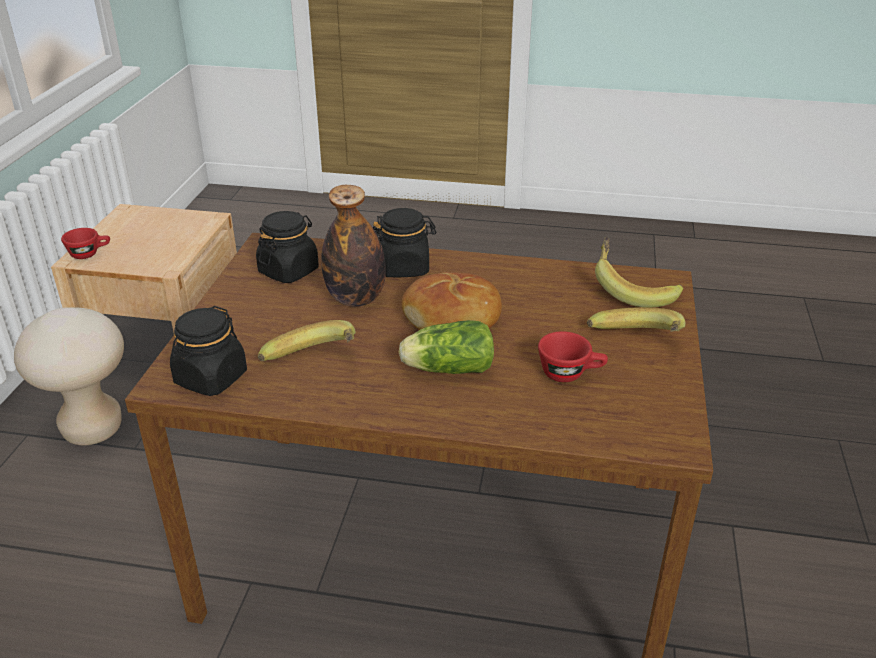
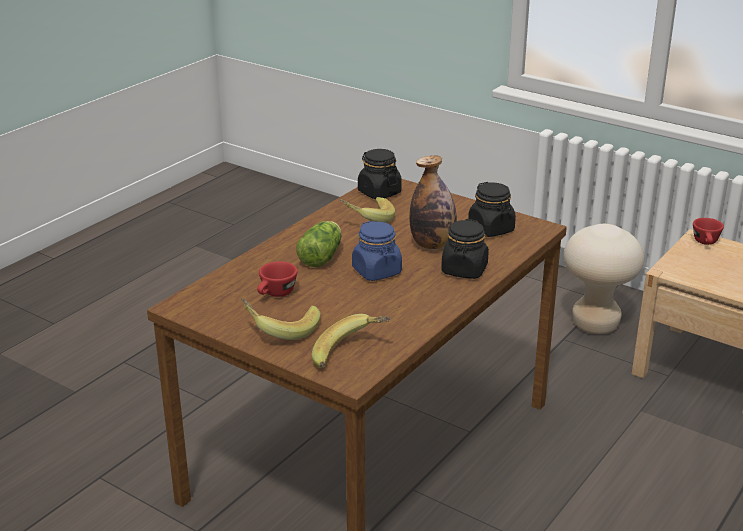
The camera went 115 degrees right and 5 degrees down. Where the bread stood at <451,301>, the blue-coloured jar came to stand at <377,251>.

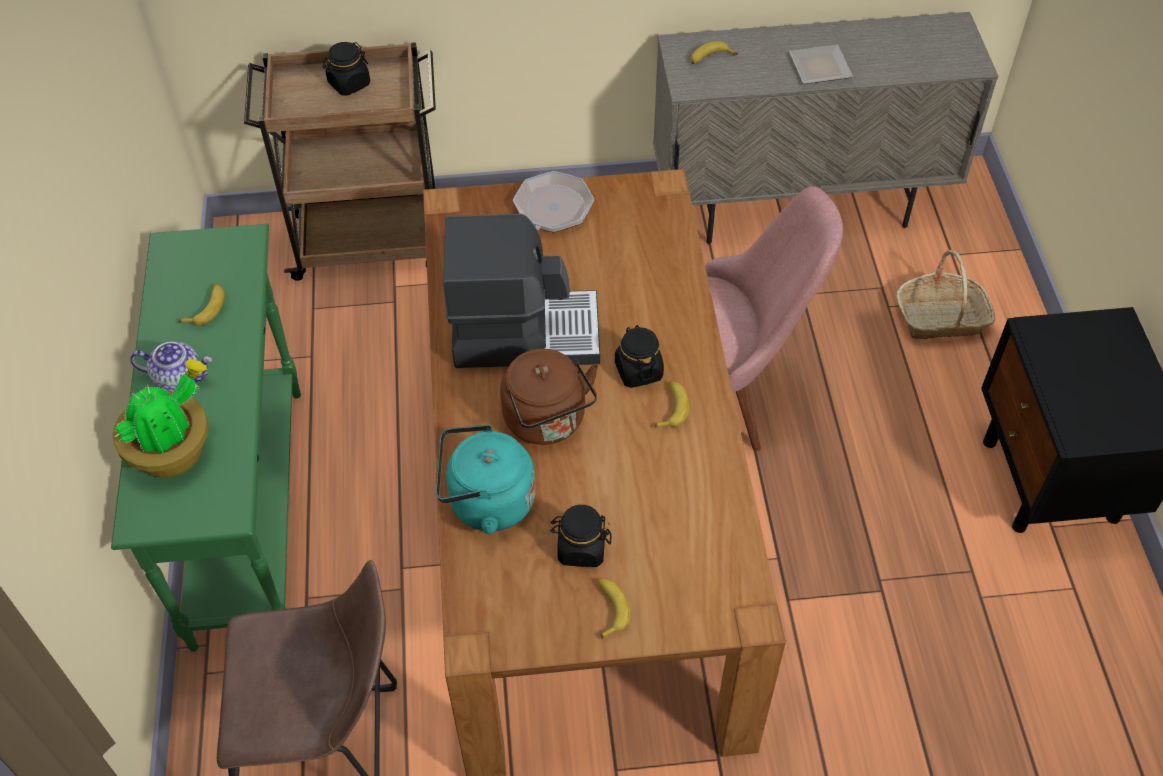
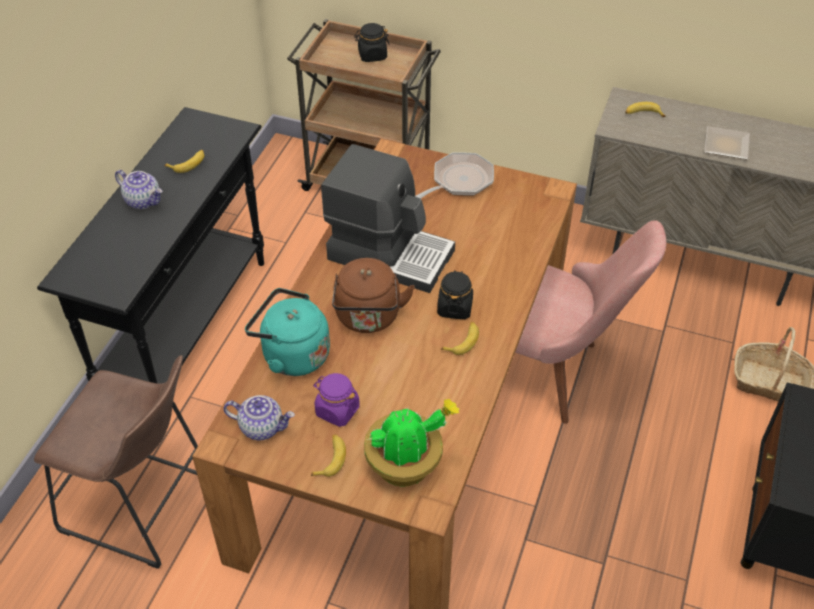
The camera went 25 degrees right and 5 degrees down. The second view gained the pot for tea at <259,417>. The potted plant ended up elsewhere, having gone from <161,418> to <411,443>. What was the green hall table at <206,438> turned into the black-coloured hall table at <150,245>. What was the black-coloured jar at <581,536> turned into the purple-coloured jar at <336,400>.

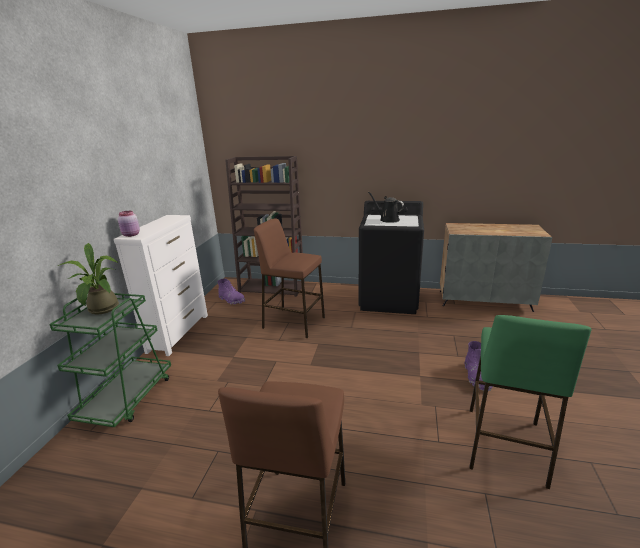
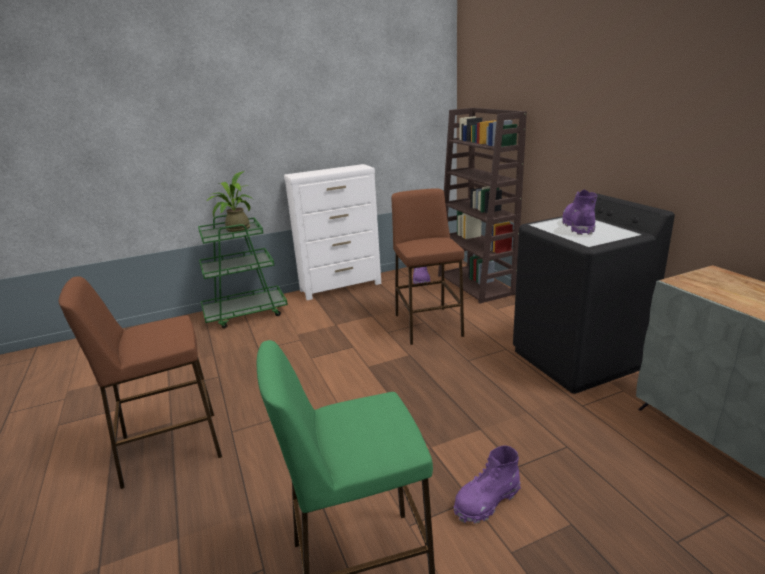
The camera went 55 degrees right and 0 degrees up. The second view lost the pink-coloured jar at <129,224>. Where the black-coloured sprinkling can stood at <386,207>, the purple-coloured high-top boot came to stand at <579,212>.

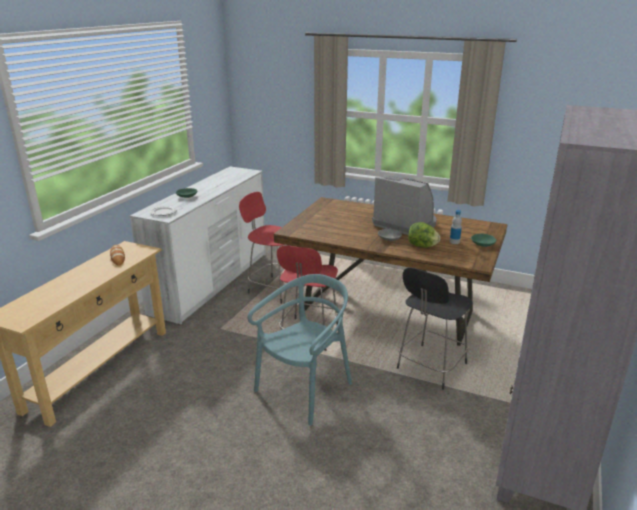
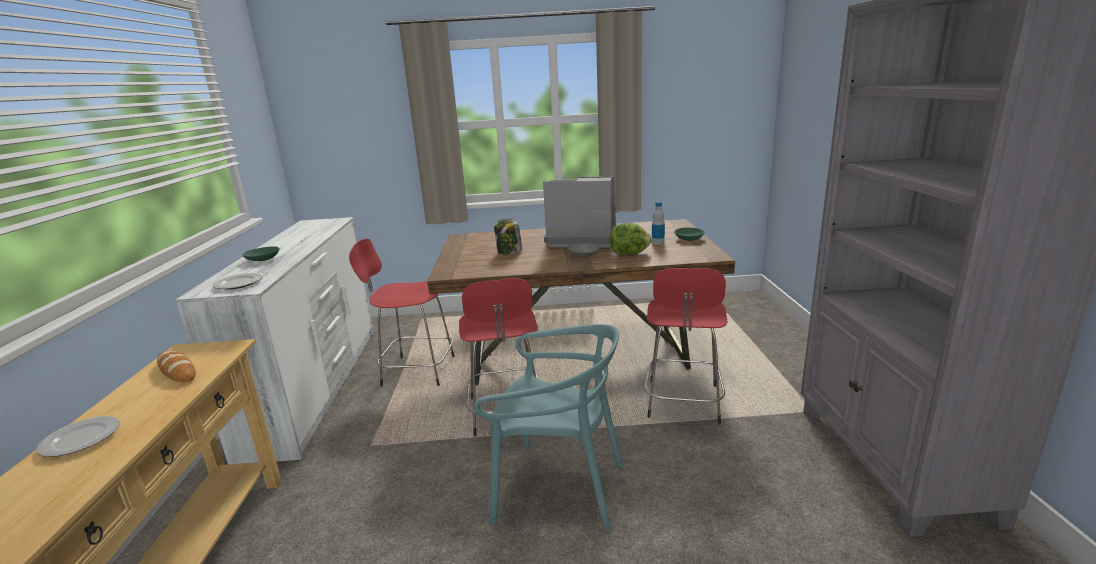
The camera went 25 degrees left and 5 degrees down. The second view gained the flat dish at <78,436>. The second view gained the jar at <508,236>. What was the black-coloured sitting stool at <434,328> turned into the red-coloured sitting stool at <685,346>. The turquoise plain chair at <300,349> ended up facing another way, 90 degrees clockwise from before.

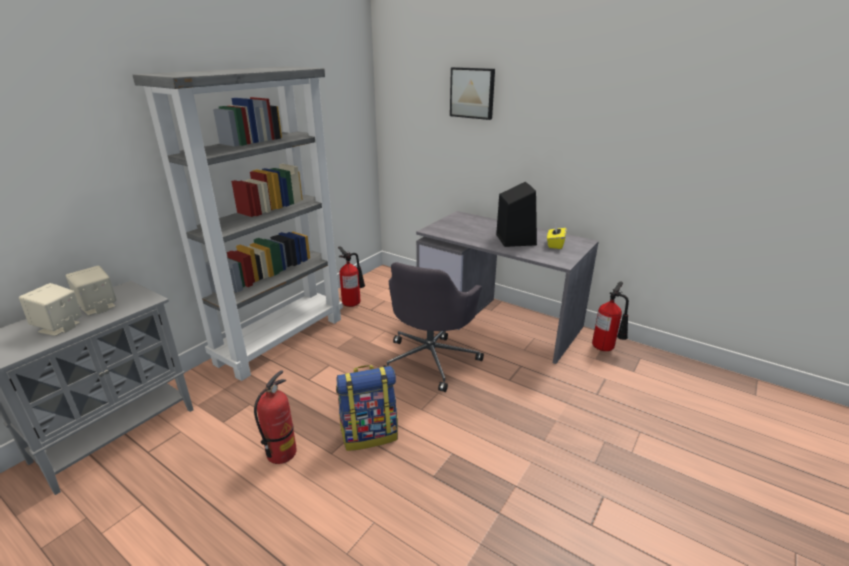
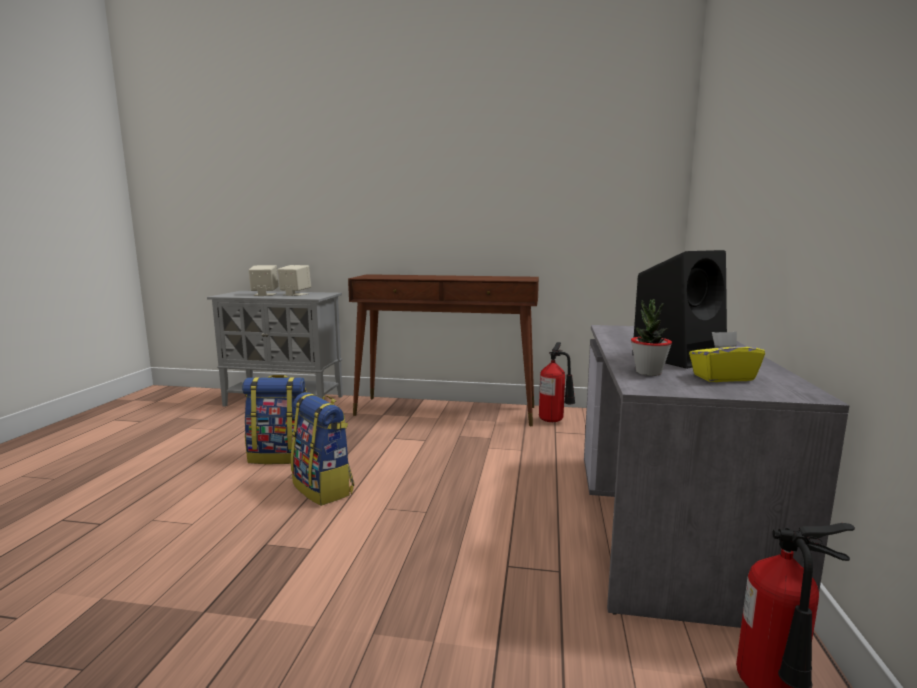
The camera went 65 degrees right and 15 degrees down. The second view lost the gray office chair at <433,327>. The second view lost the wall picture at <472,93>. The second view gained the potted plant at <651,337>. Where the gray bookcase stood at <238,224>, the brown-coloured hall table came to stand at <443,350>. Where the fire-fighting cylinder stood at <275,417>, the knapsack came to stand at <274,419>.

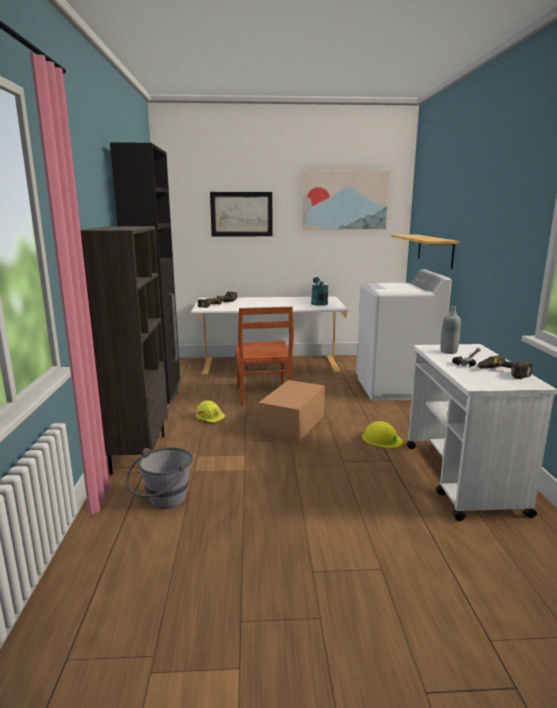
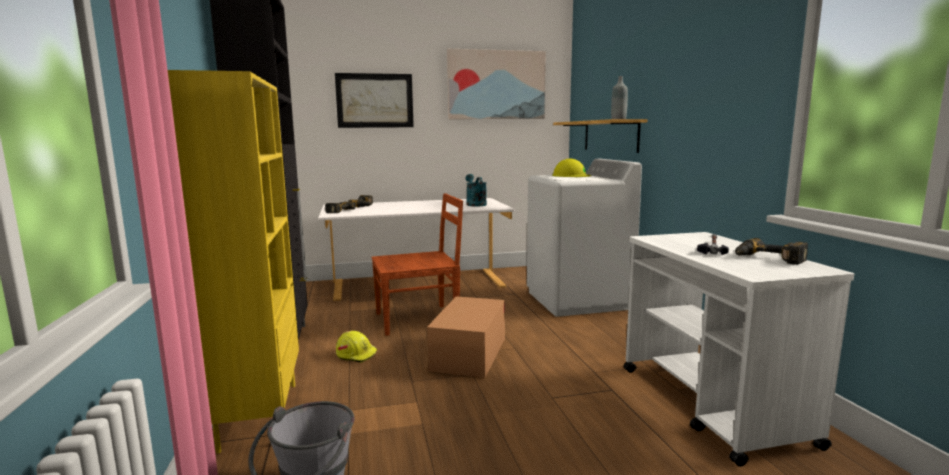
The camera went 10 degrees left and 5 degrees down. The yellowish work helmet ended up elsewhere, having gone from <382,434> to <571,168>. The gray bottle ended up elsewhere, having gone from <450,330> to <619,97>. What was the brown-coloured bookcase at <124,350> turned into the yellowish bookcase at <233,262>. The brown-coloured plain chair at <264,356> ended up facing another way, 90 degrees counterclockwise from before.

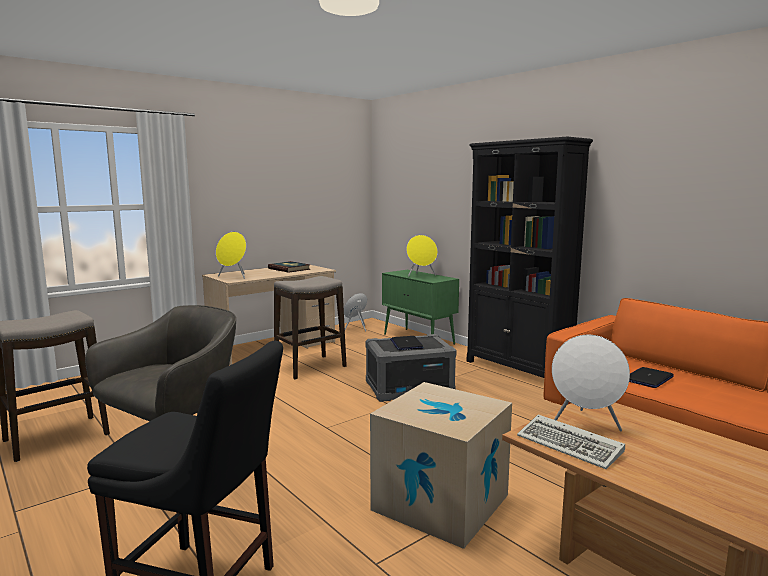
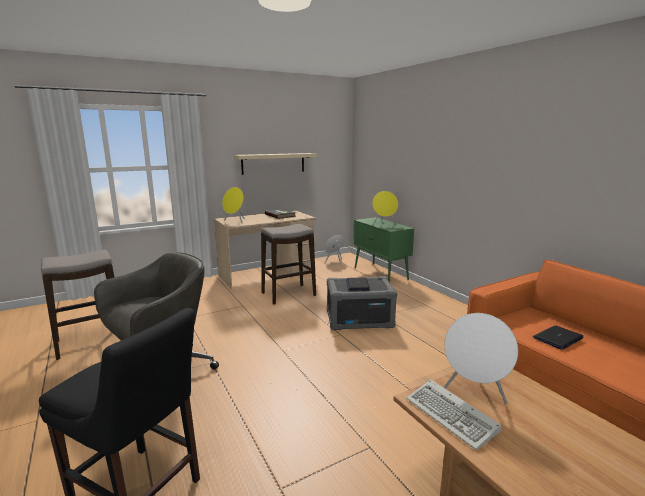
The camera went 10 degrees right and 5 degrees up. The second view lost the packing box at <441,465>. The second view lost the black-coloured bookcase at <530,257>. The second view gained the beige wall shelf at <275,164>.

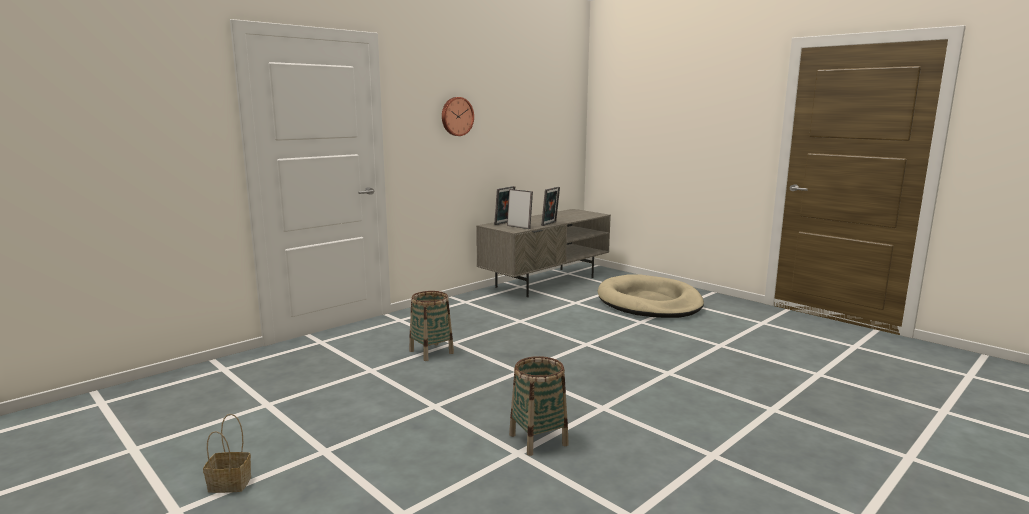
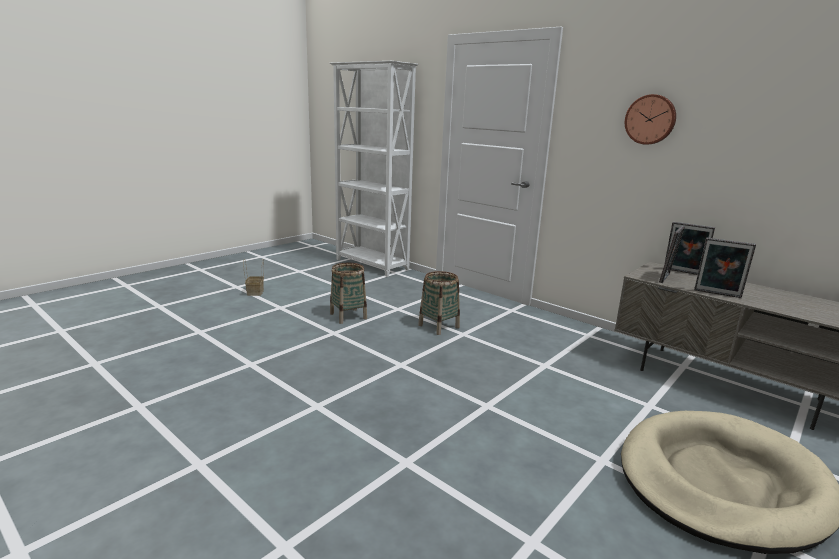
The camera went 85 degrees right and 5 degrees up. The second view gained the white bookcase at <374,169>. The storage basket ended up elsewhere, having gone from <539,406> to <348,293>.

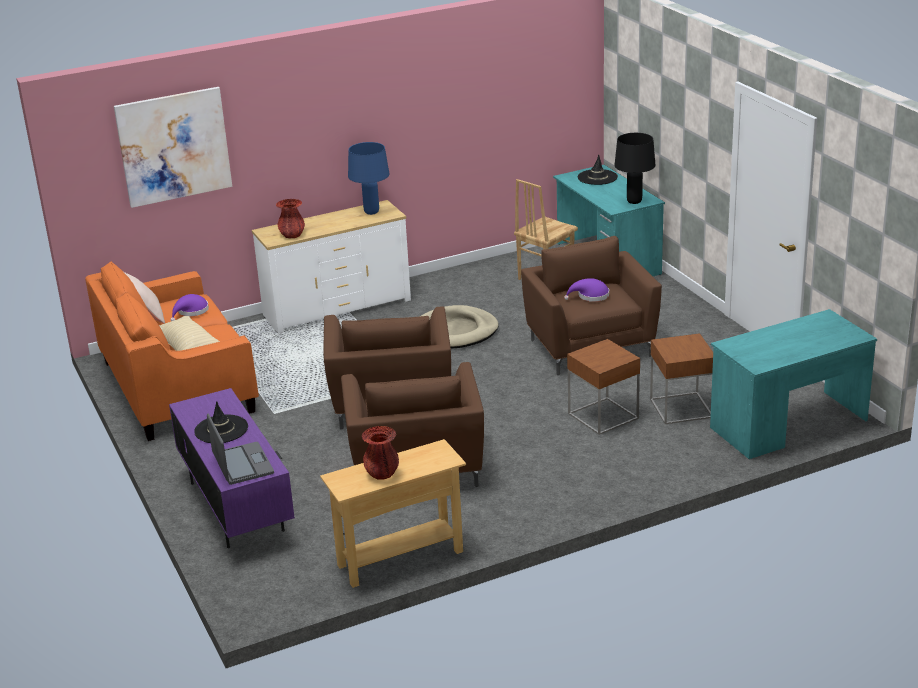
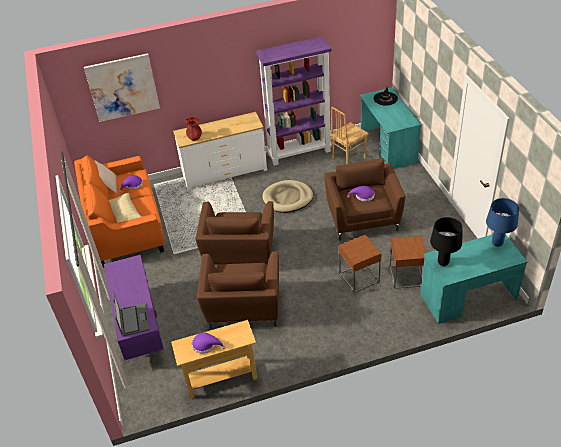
The camera went 10 degrees right and 15 degrees up. The second view lost the black-coloured clothing hat at <221,422>. The second view gained the purple-coloured bookcase at <294,101>. The blue-coloured tabletop lamp ended up elsewhere, having gone from <368,178> to <502,222>. The black-coloured tabletop lamp ended up elsewhere, having gone from <635,168> to <446,241>. Where the red-coloured vase stood at <380,453>, the purple-coloured clothing hat came to stand at <208,343>.

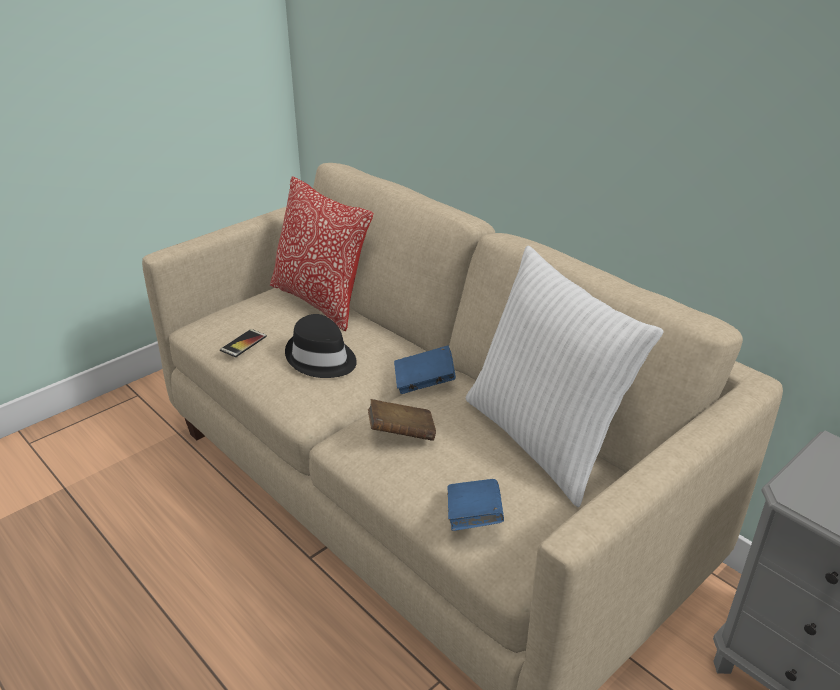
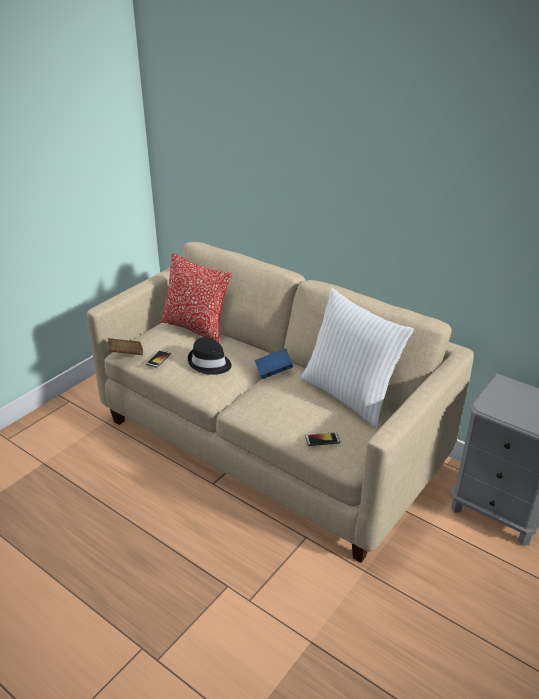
The camera went 10 degrees left and 0 degrees up. The brown-coloured volume ended up elsewhere, having gone from <402,420> to <125,346>. Where the blue-coloured volume stood at <475,505>, the handset came to stand at <322,439>.

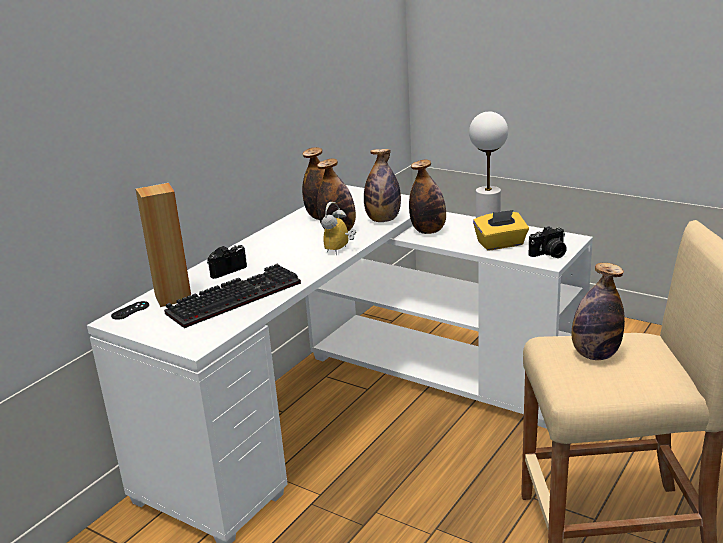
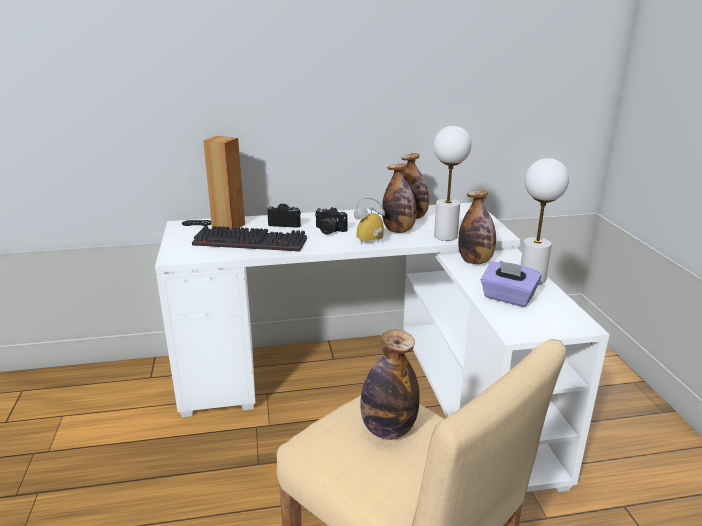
The camera went 45 degrees right and 0 degrees up. The still camera ended up elsewhere, having gone from <547,242> to <331,221>. Where the bottle stood at <382,185>, the white tabletop lamp came to stand at <452,183>. What was the yellowish box of tissues at <501,230> turned into the purple-coloured box of tissues at <511,284>.

